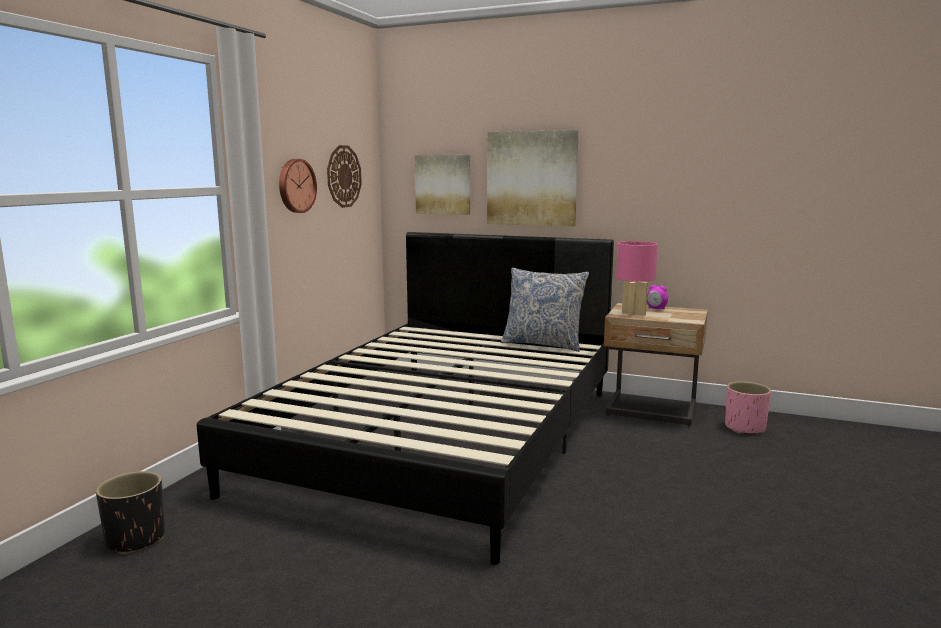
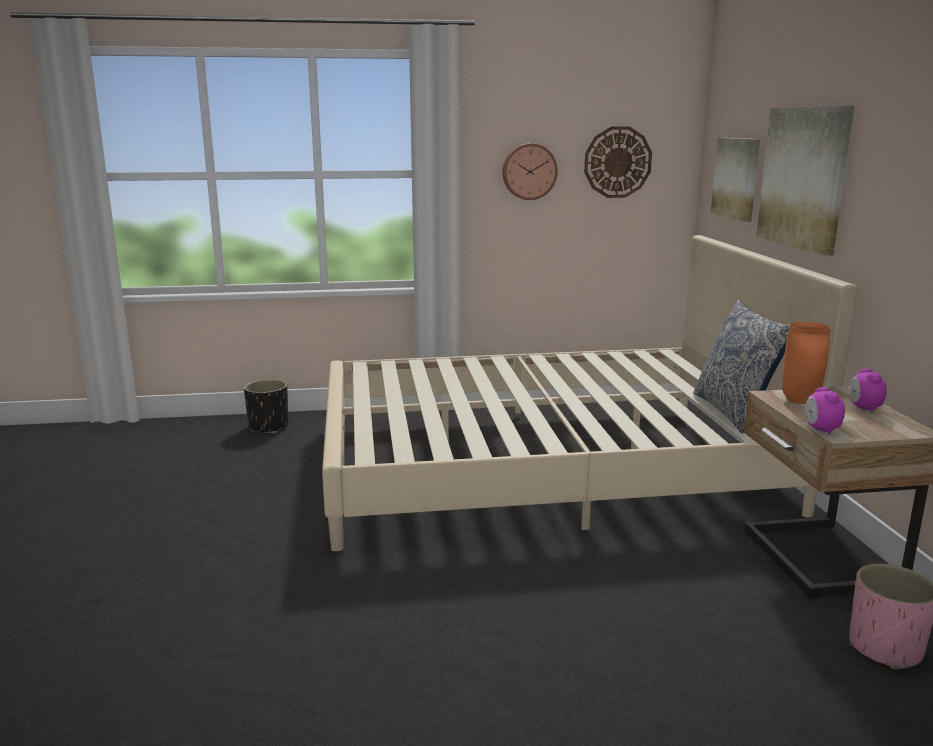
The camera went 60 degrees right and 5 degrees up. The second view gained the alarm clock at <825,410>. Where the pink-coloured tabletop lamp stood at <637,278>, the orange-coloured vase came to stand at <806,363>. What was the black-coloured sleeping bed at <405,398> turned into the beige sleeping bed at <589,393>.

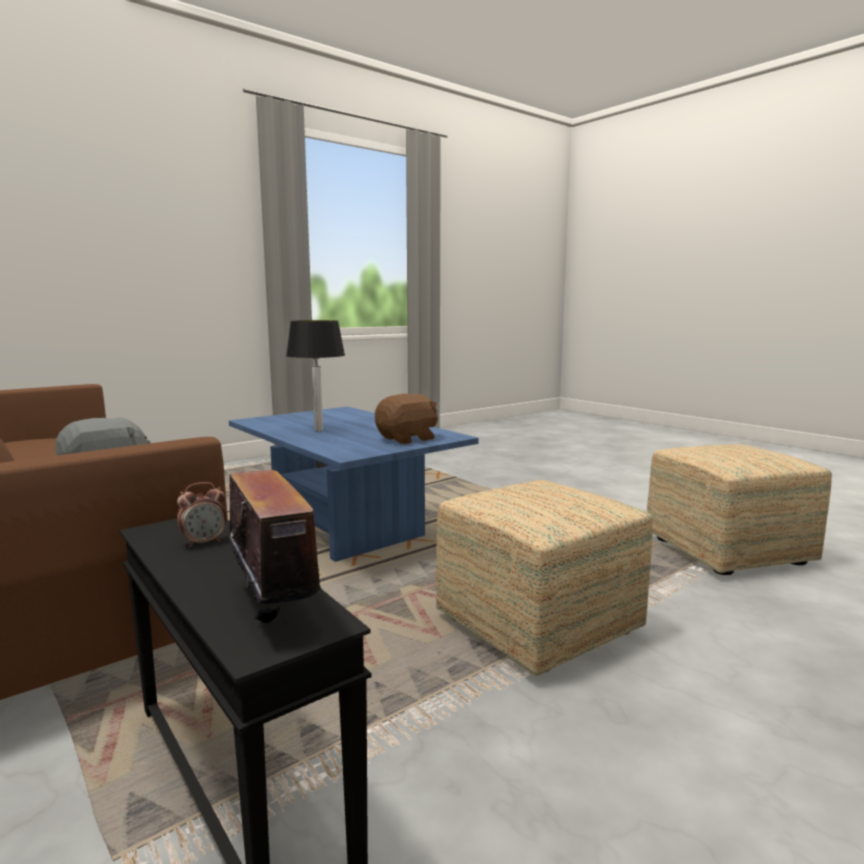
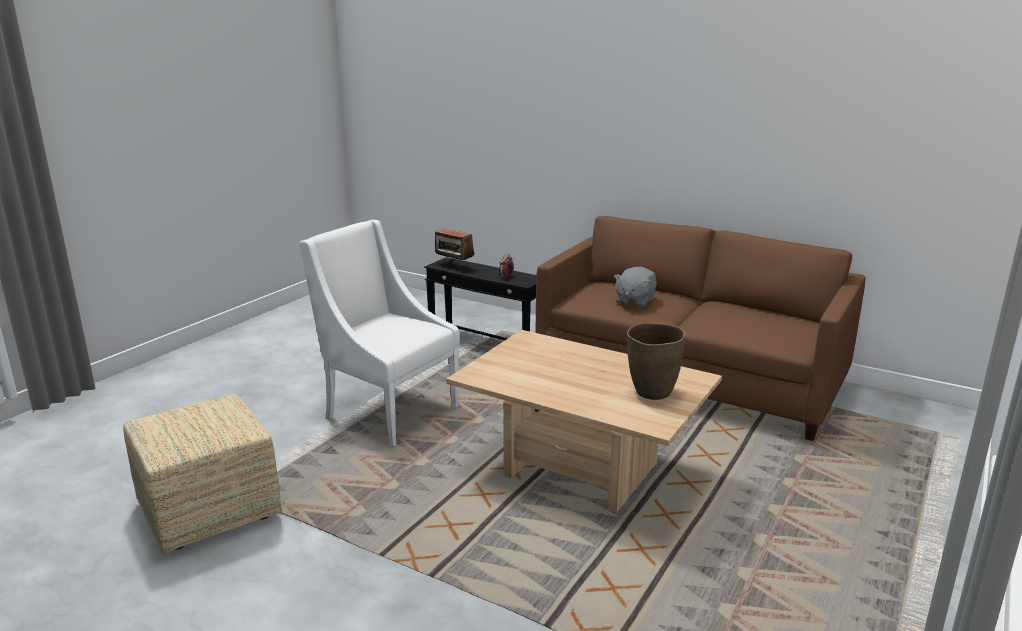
The camera went 160 degrees right and 10 degrees up. The second view lost the tabletop lamp at <315,375>. The second view lost the brown-coloured plush toy at <406,419>. The second view gained the brown-coloured vase at <656,361>. Where the ottoman stood at <544,578>, the white easy chair came to stand at <380,333>. What was the blue-coloured lounge table at <354,484> turned into the beige lounge table at <584,421>.

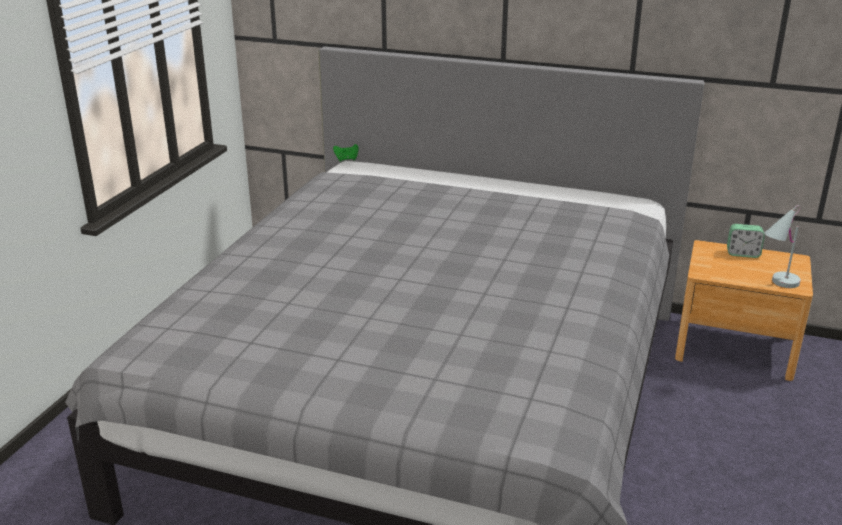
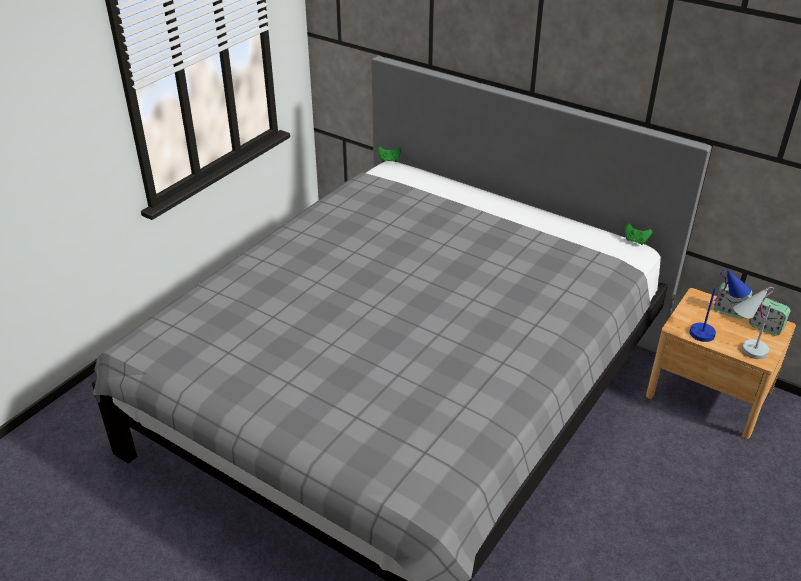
The camera went 15 degrees right and 10 degrees up. The second view gained the green gamepad at <638,234>. The second view gained the blue-coloured tabletop lamp at <720,306>. The second view gained the alarm clock at <770,317>.

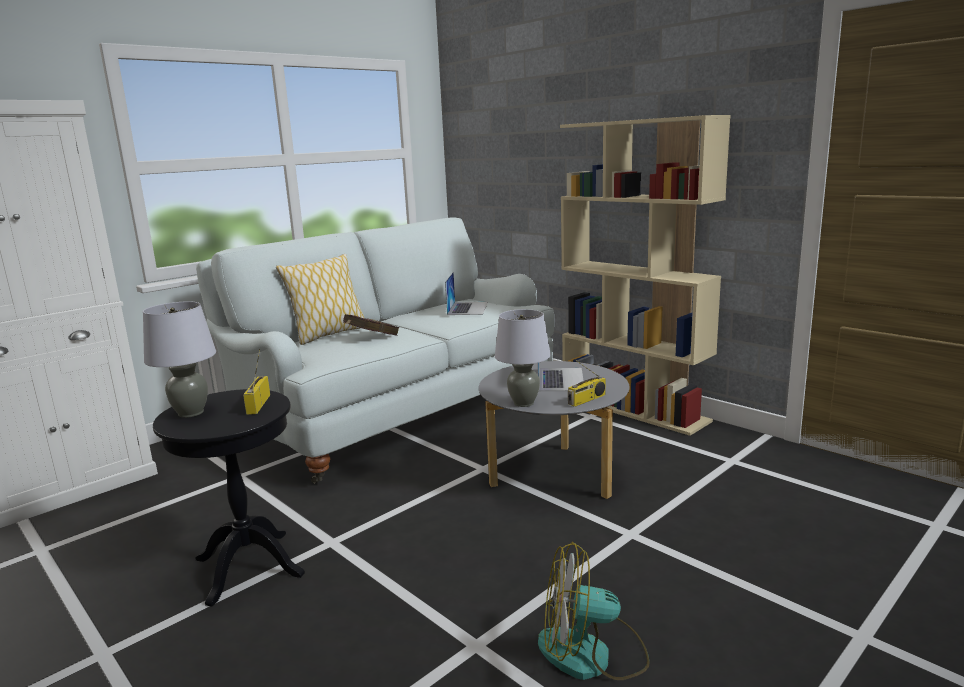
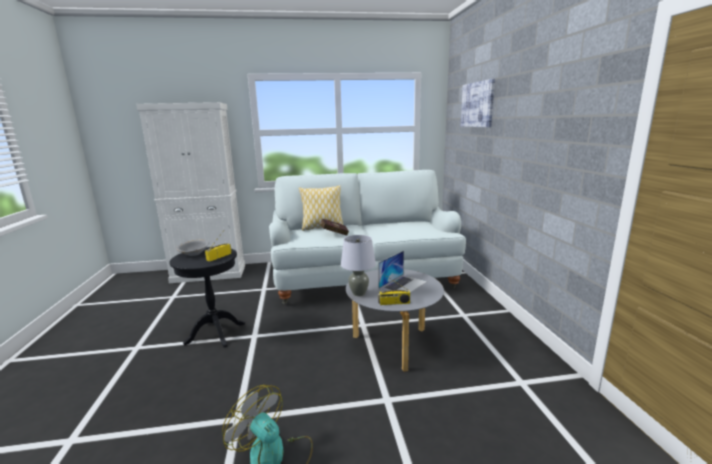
The camera went 35 degrees right and 0 degrees up. The second view lost the laptop at <466,293>. The second view lost the beige bookcase at <645,275>. The second view gained the wall picture at <477,103>. Where the gray tabletop lamp stood at <179,360>, the gray deep dish came to stand at <192,248>.

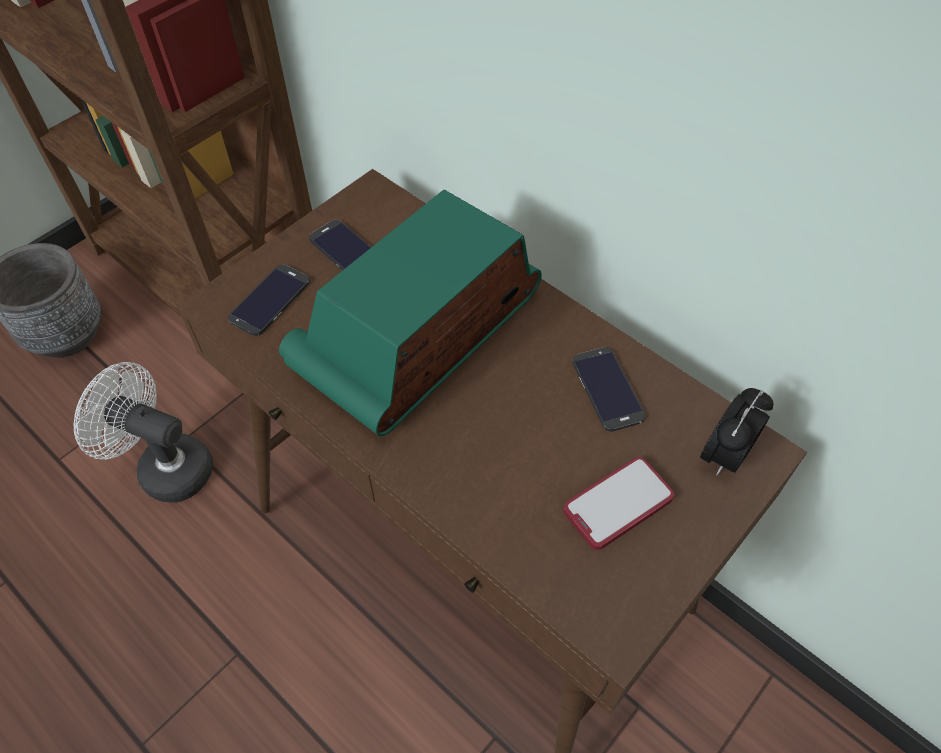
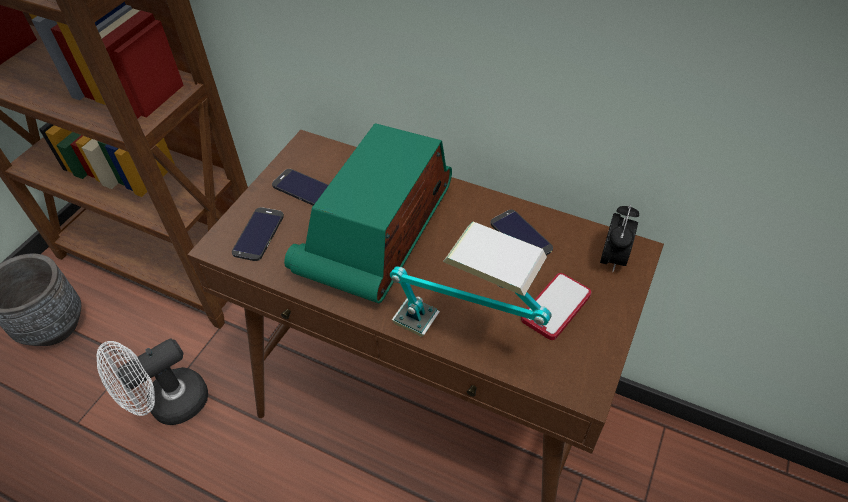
The camera went 15 degrees left and 5 degrees down. The second view gained the tabletop lamp at <471,279>. The white electric fan at <143,432> ended up facing another way, 45 degrees counterclockwise from before.

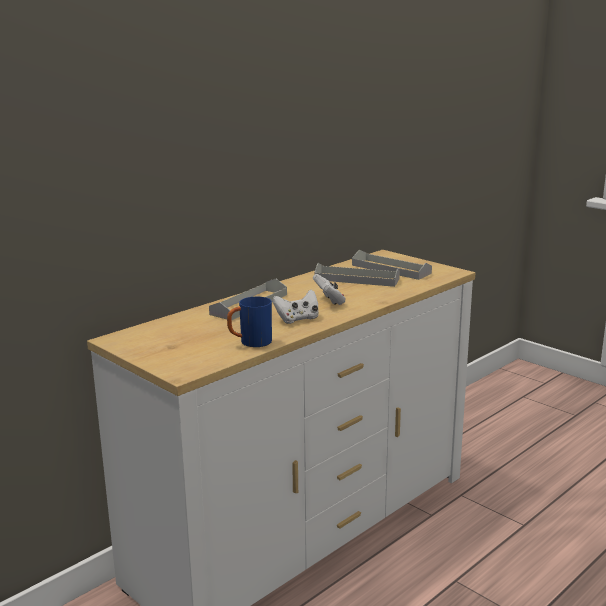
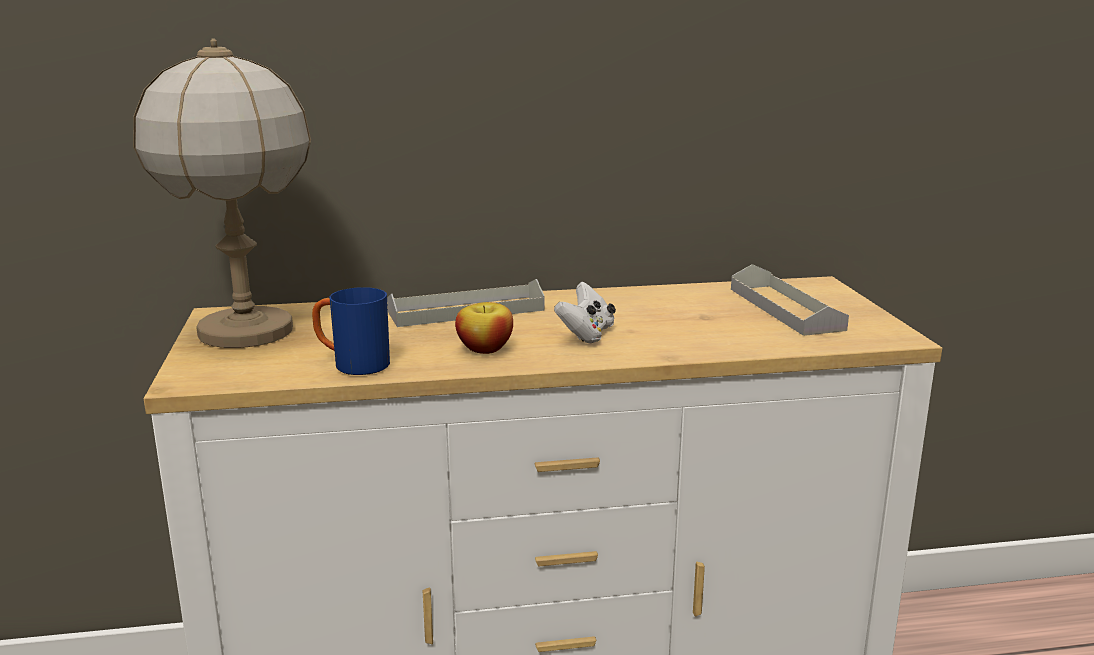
The camera went 35 degrees right and 0 degrees up. The second view lost the gray tray at <357,275>. The second view gained the tabletop lamp at <222,193>. Where the white gamepad stood at <295,307>, the apple fruit came to stand at <484,328>.

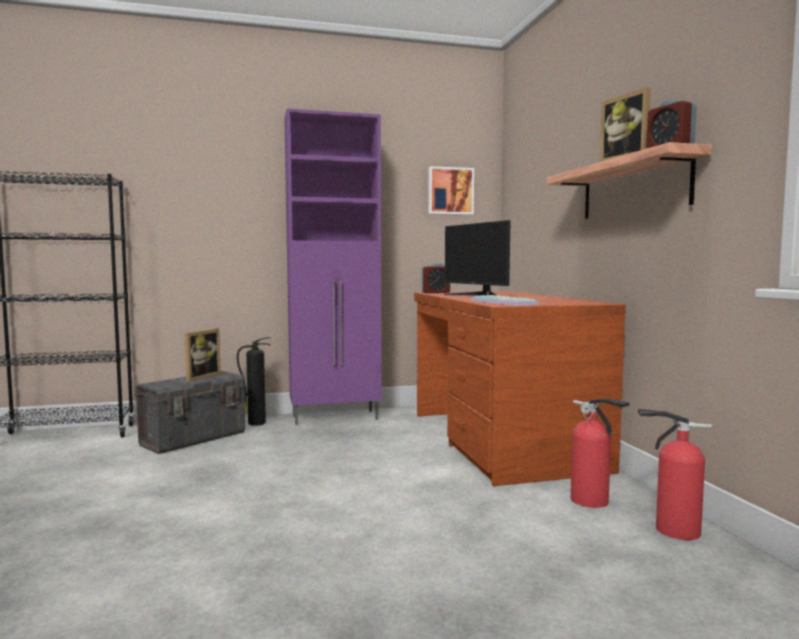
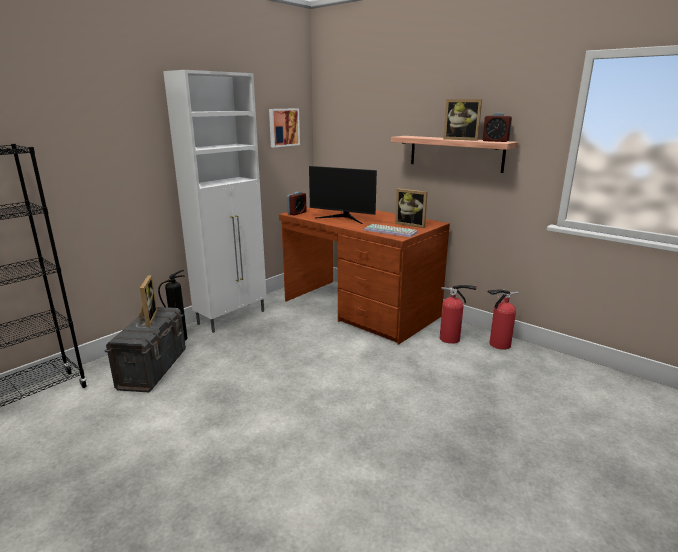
The camera went 35 degrees left and 15 degrees up. The second view gained the photo frame at <411,208>. What was the purple-coloured cabinet at <333,267> turned into the white cabinet at <215,201>.

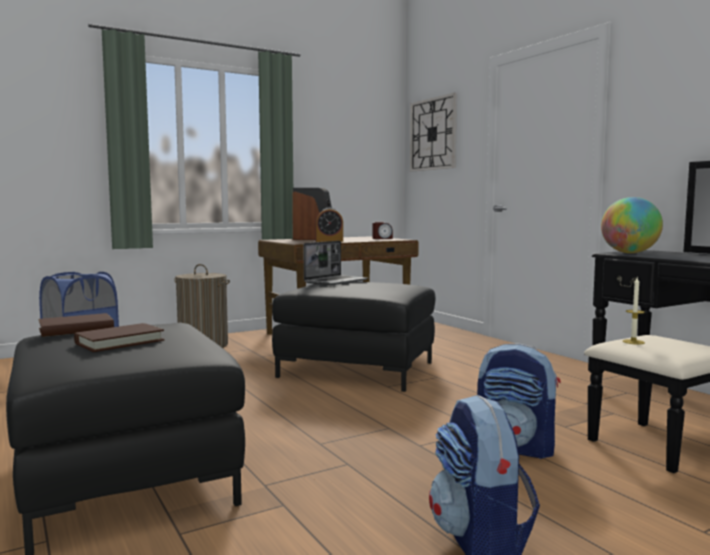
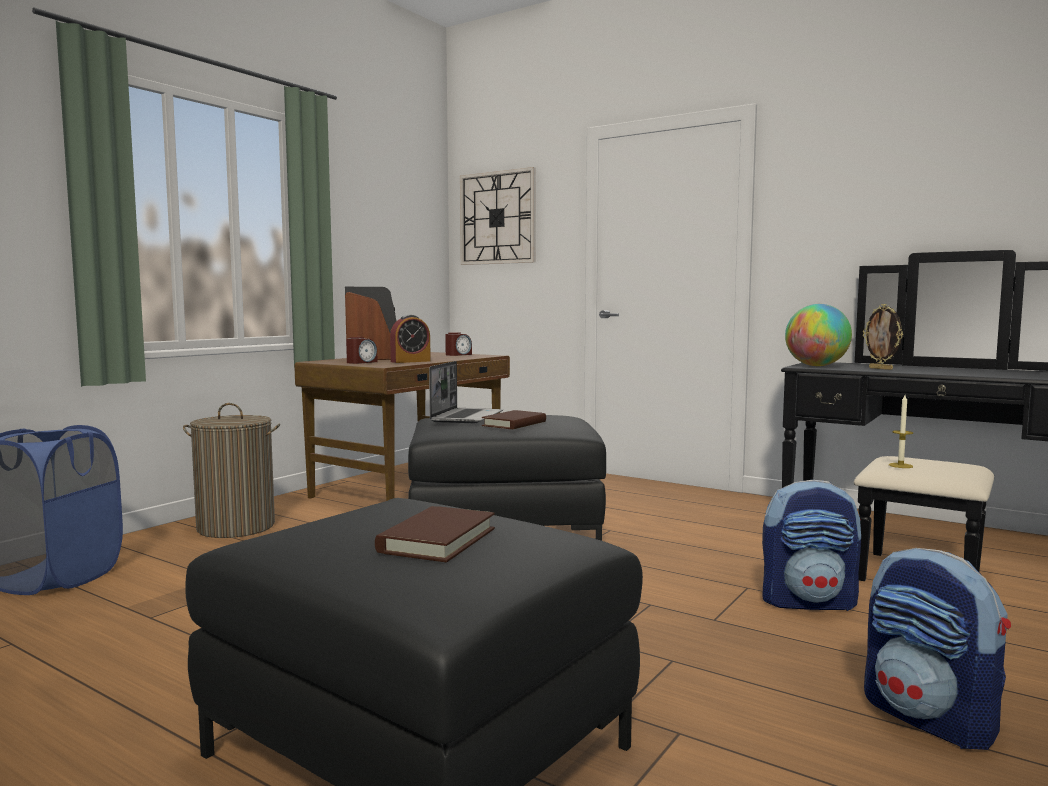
The camera went 25 degrees left and 0 degrees up. The second view gained the alarm clock at <362,350>. The second view gained the photo frame at <883,337>. The brown-coloured volume ended up elsewhere, having gone from <76,325> to <514,419>.

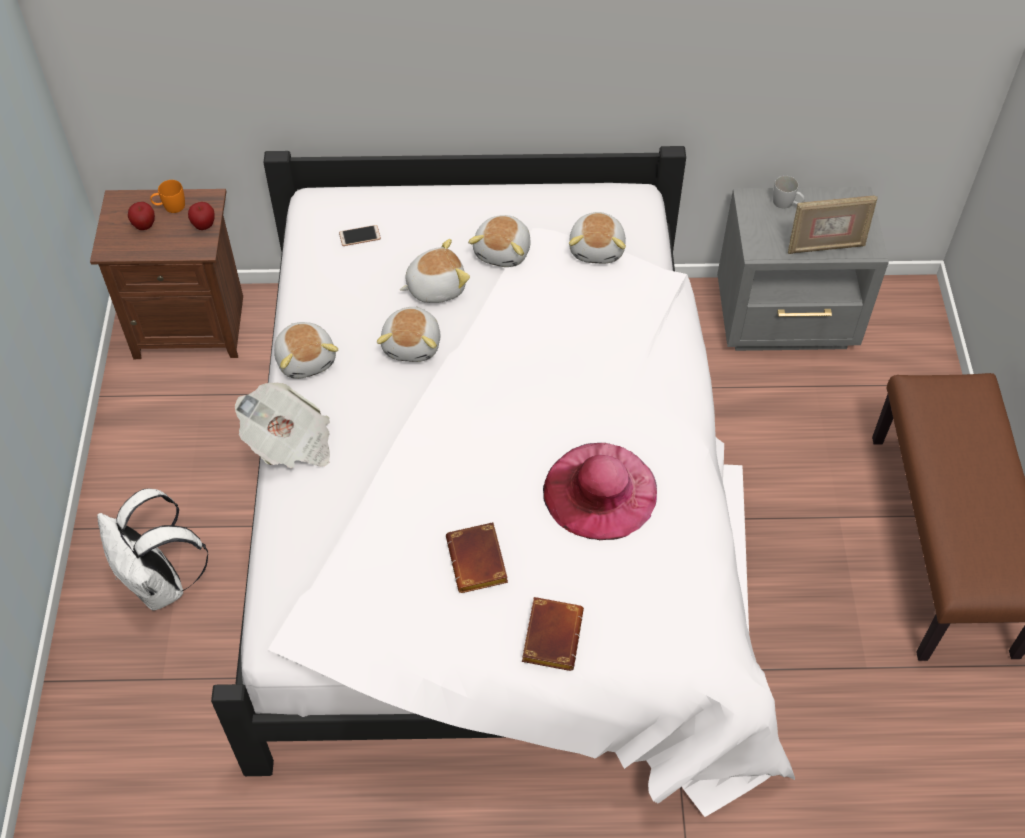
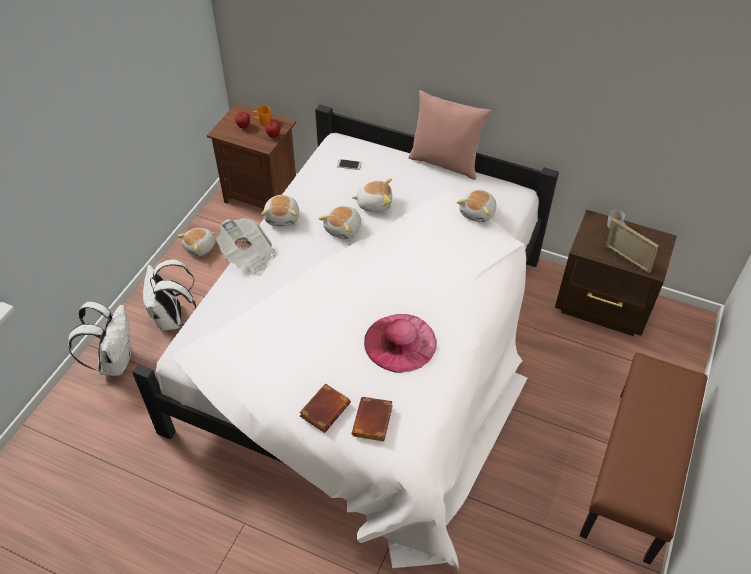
The camera went 25 degrees right and 5 degrees down. The second view gained the white knapsack at <99,338>. The second view gained the pink-coloured cushion at <449,135>. The brown-coloured volume ended up elsewhere, having gone from <477,557> to <372,419>. The plush toy ended up elsewhere, having gone from <499,241> to <196,242>. What was the gray nightstand at <803,269> turned into the brown-coloured nightstand at <616,273>. The photo frame at <833,224> ended up facing another way, 150 degrees counterclockwise from before.

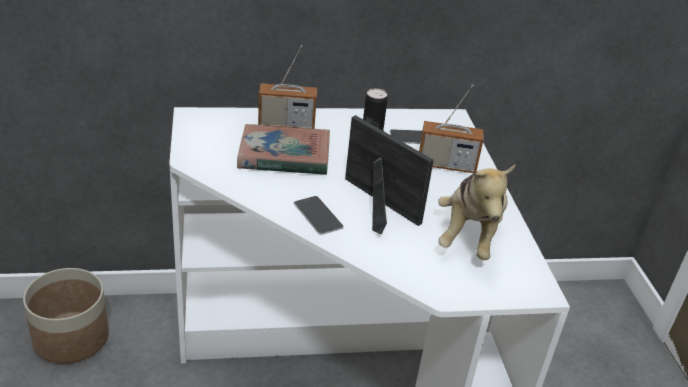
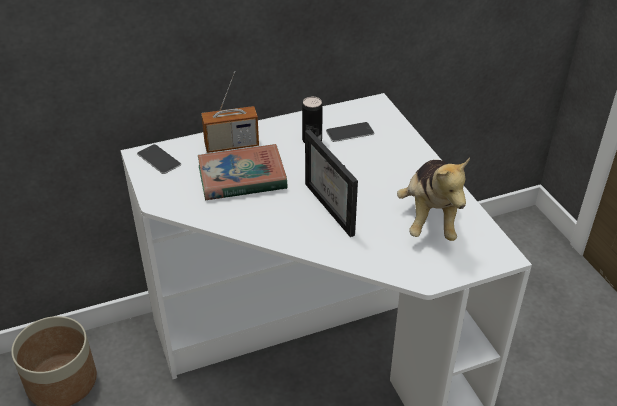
The camera went 10 degrees left and 5 degrees up. The second view lost the radio at <451,128>. The handset ended up elsewhere, having gone from <319,215> to <159,159>. The photo frame at <389,174> ended up facing another way, 150 degrees counterclockwise from before.

